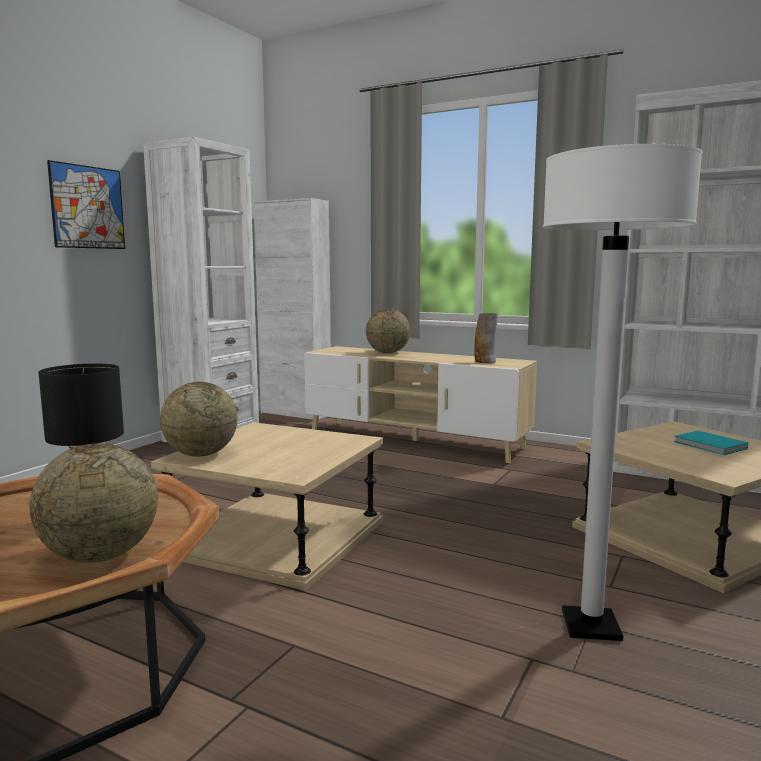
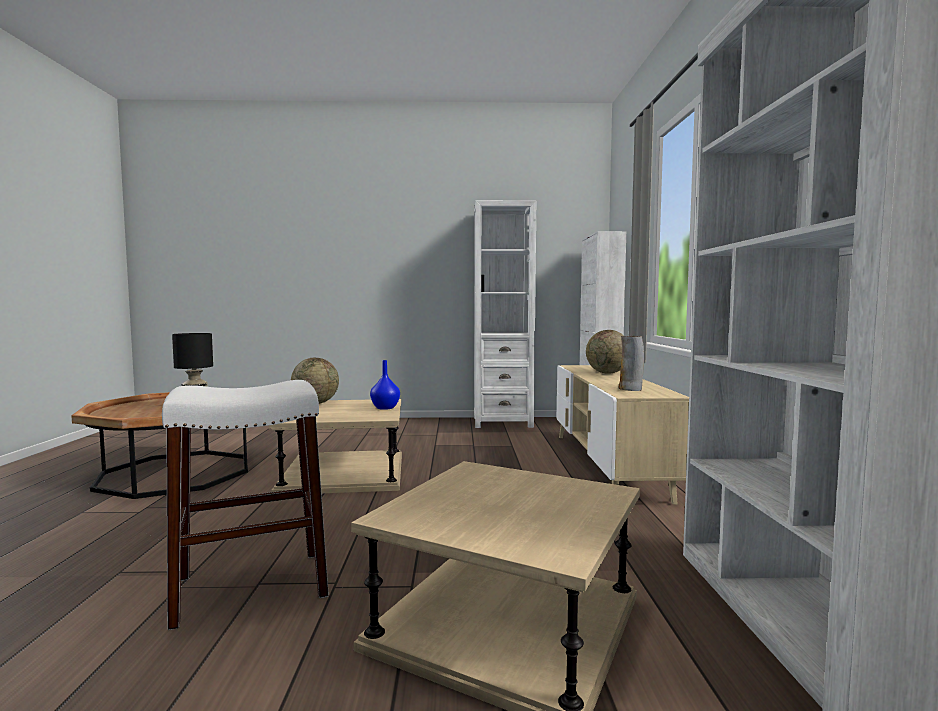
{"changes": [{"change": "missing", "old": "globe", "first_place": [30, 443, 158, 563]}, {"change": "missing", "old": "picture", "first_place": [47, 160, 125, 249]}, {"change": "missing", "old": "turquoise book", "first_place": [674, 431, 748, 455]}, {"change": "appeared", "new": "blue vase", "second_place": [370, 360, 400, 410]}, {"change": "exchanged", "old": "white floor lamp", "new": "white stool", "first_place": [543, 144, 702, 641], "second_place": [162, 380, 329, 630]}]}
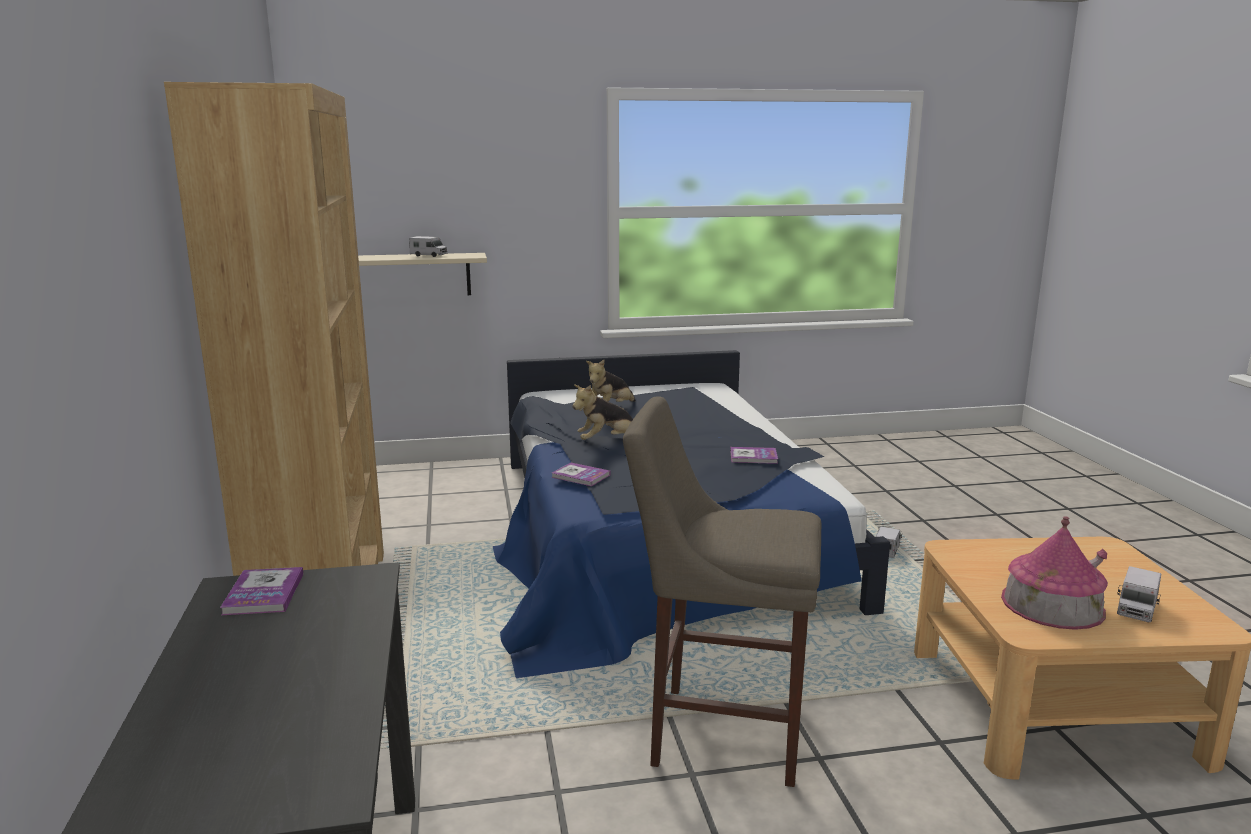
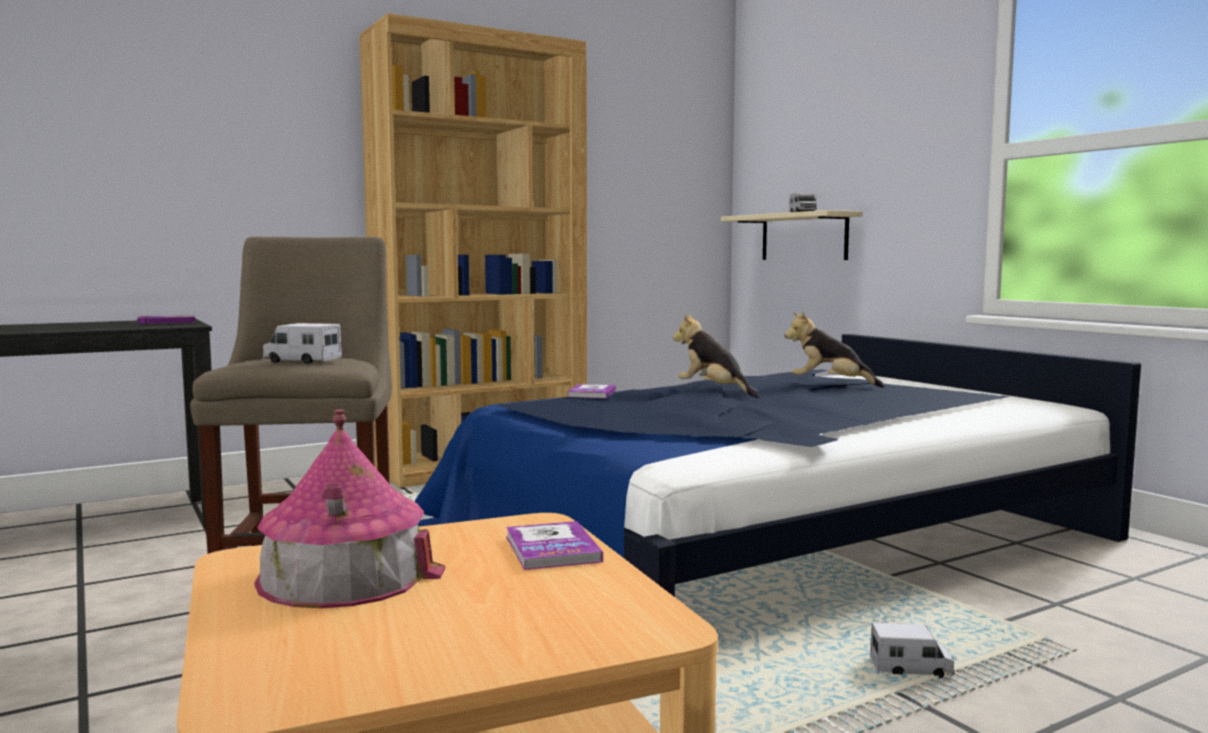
{"changes": [{"change": "relocated", "old": "book", "first_place": [730, 447, 778, 464], "second_place": [506, 521, 603, 570]}, {"change": "relocated", "old": "toy truck", "first_place": [1117, 566, 1161, 622], "second_place": [263, 323, 342, 364]}]}
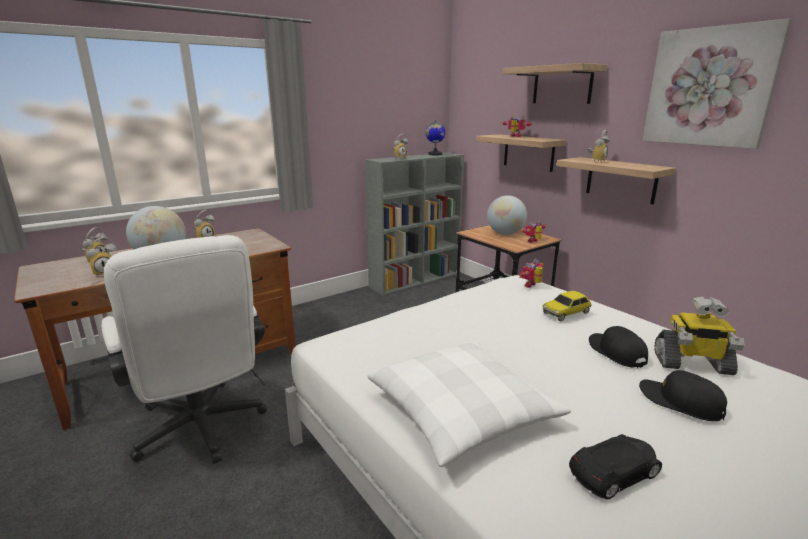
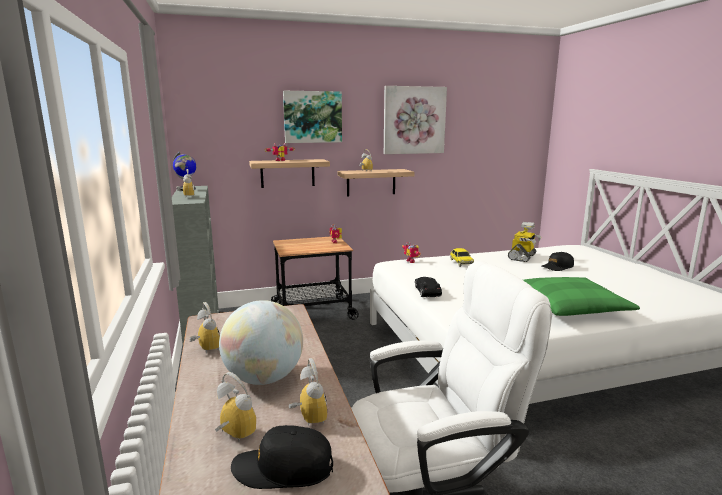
{"changes": [{"change": "missing", "old": "globe", "first_place": [487, 195, 527, 235]}, {"change": "relocated", "old": "black toy car", "first_place": [569, 434, 662, 499], "second_place": [415, 277, 442, 297]}, {"change": "relocated", "old": "black cap", "first_place": [589, 326, 648, 368], "second_place": [231, 425, 333, 489]}, {"change": "exchanged", "old": "shelf", "new": "picture", "first_place": [503, 63, 608, 104], "second_place": [283, 91, 342, 143]}, {"change": "colour", "old": "white pillow", "new": "green pillow", "first_place": [367, 342, 571, 467], "second_place": [523, 277, 640, 316]}]}
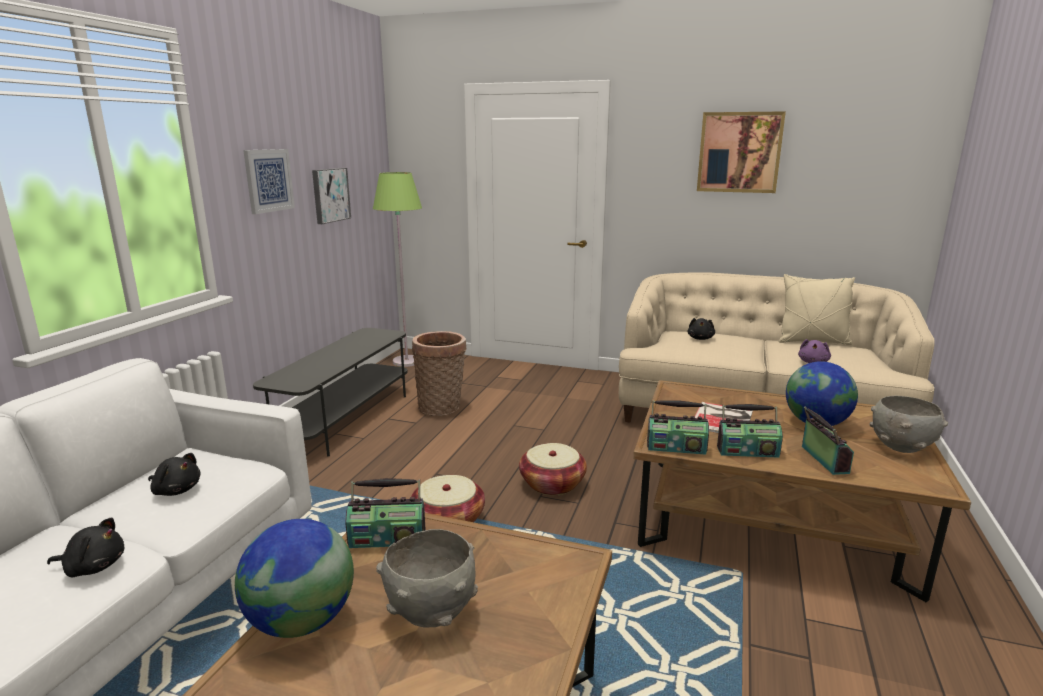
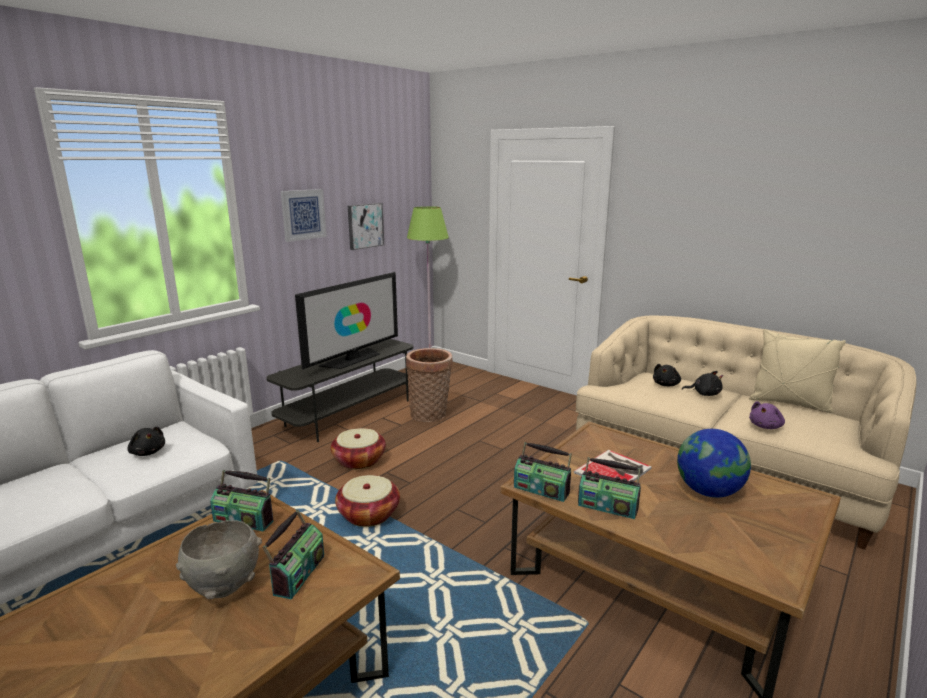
{"changes": [{"change": "missing", "old": "globe", "first_place": [235, 519, 354, 638]}, {"change": "missing", "old": "picture", "first_place": [697, 111, 786, 193]}, {"change": "missing", "old": "grey bowl", "first_place": [869, 396, 948, 453]}, {"change": "appeared", "new": "television", "second_place": [295, 272, 398, 369]}, {"change": "relocated", "old": "black plush toy", "first_place": [47, 517, 124, 578], "second_place": [682, 371, 723, 396]}, {"change": "relocated", "old": "basket", "first_place": [519, 443, 587, 495], "second_place": [331, 428, 386, 470]}, {"change": "relocated", "old": "radio", "first_place": [802, 406, 854, 475], "second_place": [262, 509, 324, 599]}]}
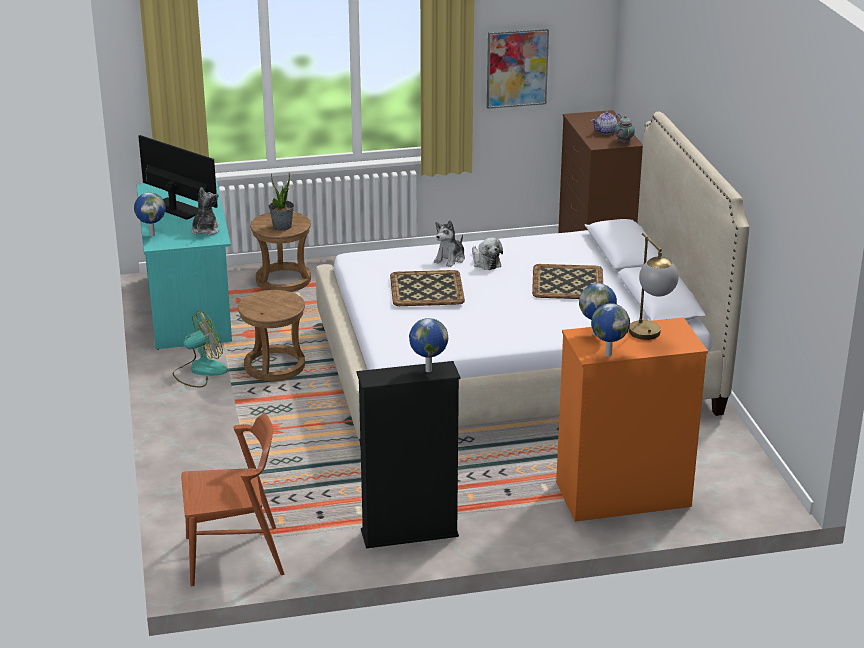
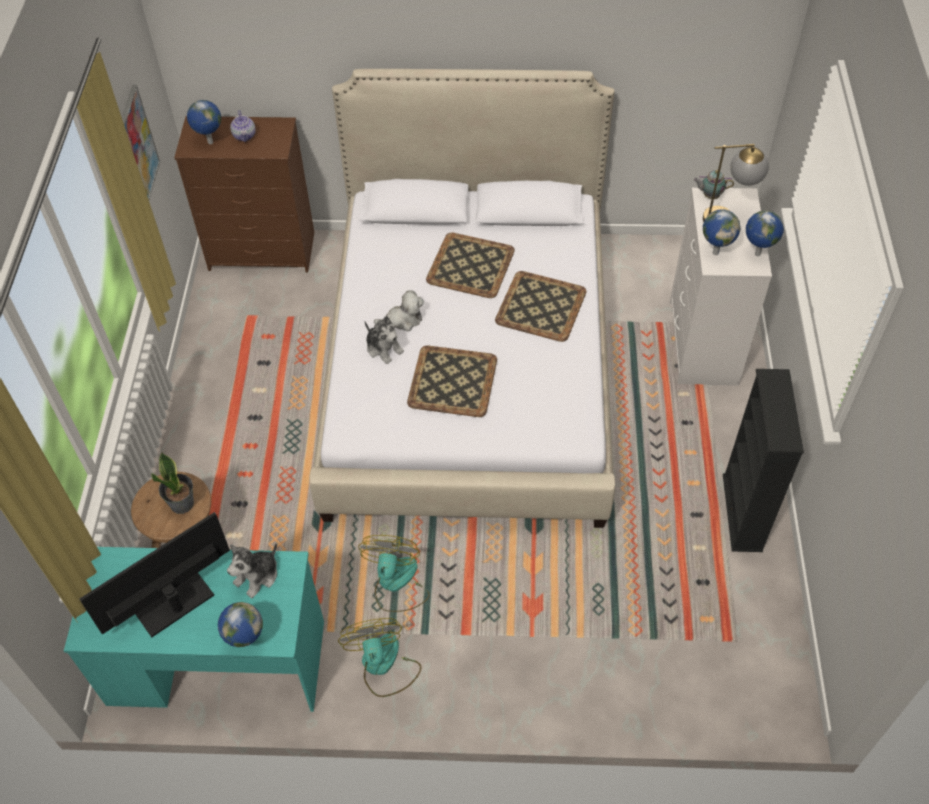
{"changes": [{"change": "missing", "old": "brown chair", "first_place": [181, 413, 284, 586]}, {"change": "appeared", "new": "tray", "second_place": [495, 271, 586, 342]}, {"change": "relocated", "old": "globe", "first_place": [409, 318, 448, 372], "second_place": [187, 100, 221, 144]}, {"change": "relocated", "old": "teapot", "first_place": [615, 116, 635, 143], "second_place": [693, 170, 734, 199]}, {"change": "exchanged", "old": "brown stool", "new": "fan", "first_place": [238, 290, 305, 381], "second_place": [358, 535, 430, 612]}, {"change": "colour", "old": "orange dresser", "new": "white dresser", "first_place": [556, 317, 708, 522], "second_place": [670, 188, 772, 386]}, {"change": "spun", "old": "plush toy", "first_place": [191, 187, 220, 235], "second_place": [227, 543, 277, 598], "degrees": -75}]}
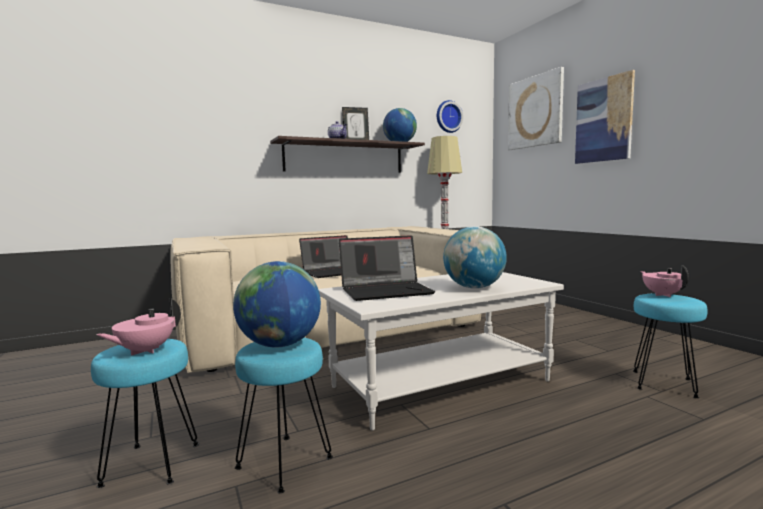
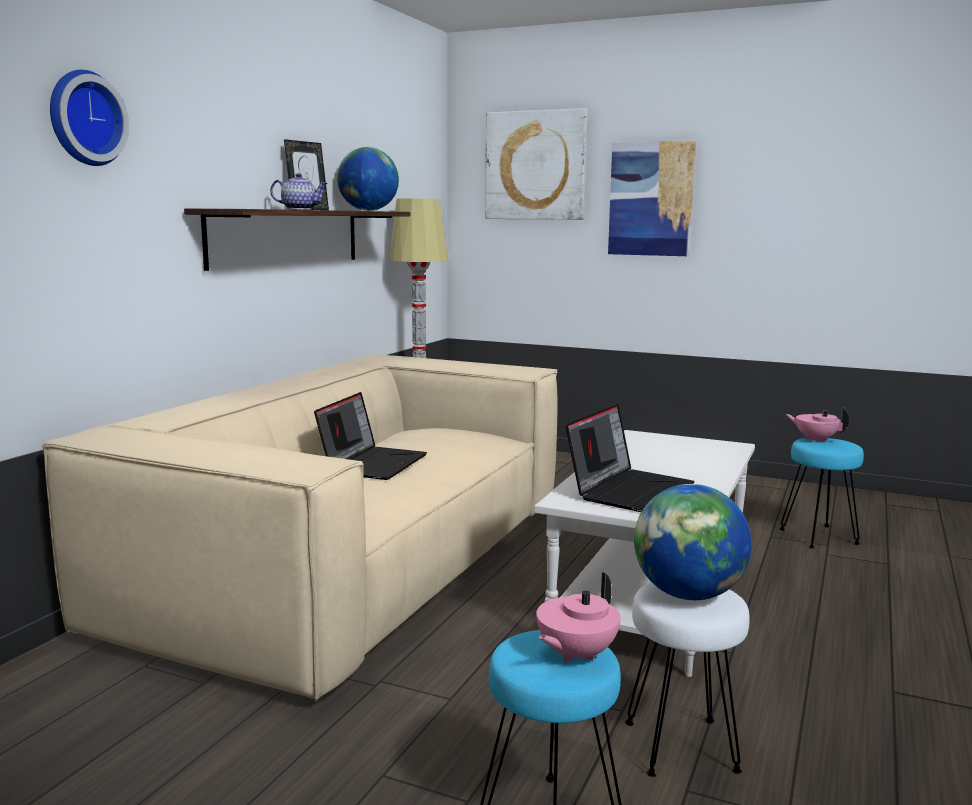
{"changes": [{"change": "missing", "old": "globe", "first_place": [443, 226, 507, 289]}, {"change": "relocated", "old": "wall clock", "first_place": [437, 100, 463, 133], "second_place": [50, 70, 129, 166]}, {"change": "colour", "old": "turquoise stool", "new": "white stool", "first_place": [235, 338, 333, 493], "second_place": [625, 582, 750, 777]}, {"change": "spun", "old": "pink teapot", "first_place": [96, 298, 181, 356], "second_place": [536, 572, 621, 663], "degrees": 45}]}
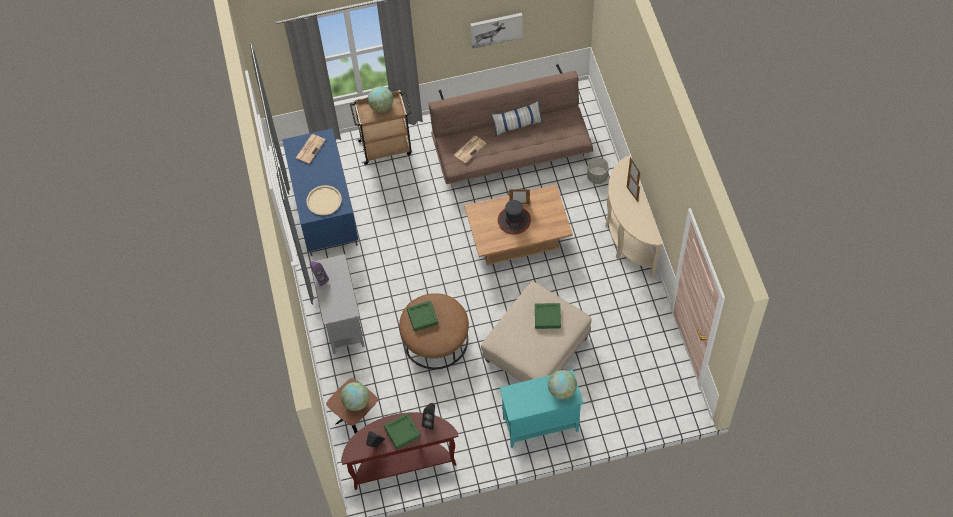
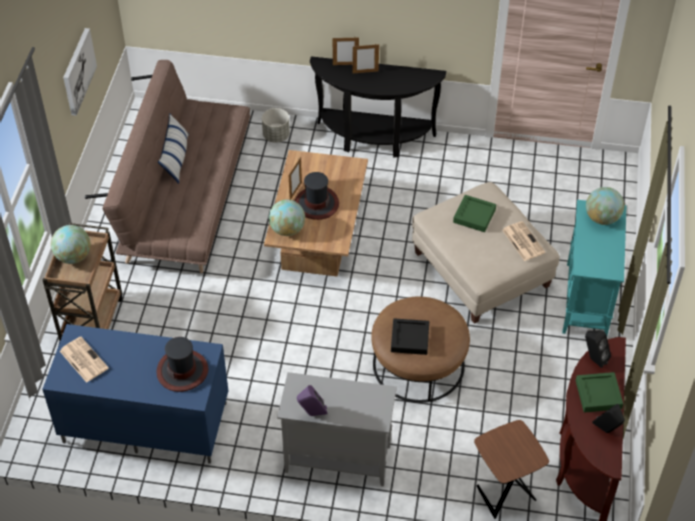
{"changes": [{"change": "relocated", "old": "globe", "first_place": [341, 382, 369, 411], "second_place": [269, 200, 305, 236]}, {"change": "relocated", "old": "newspaper", "first_place": [454, 136, 486, 163], "second_place": [502, 221, 545, 261]}, {"change": "exchanged", "old": "beige tray", "new": "hat", "first_place": [306, 185, 342, 215], "second_place": [156, 337, 208, 392]}, {"change": "colour", "old": "green tray", "new": "black tray", "first_place": [407, 301, 438, 331], "second_place": [391, 318, 429, 355]}, {"change": "colour", "old": "beige console table", "new": "black console table", "first_place": [605, 156, 663, 276], "second_place": [310, 56, 446, 157]}]}
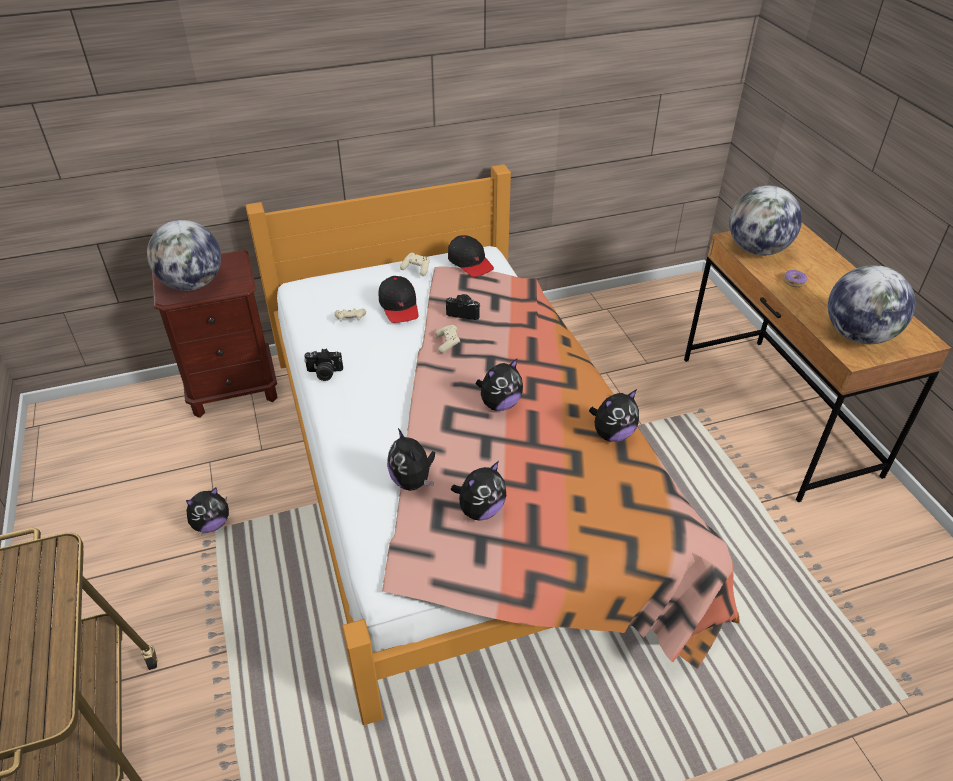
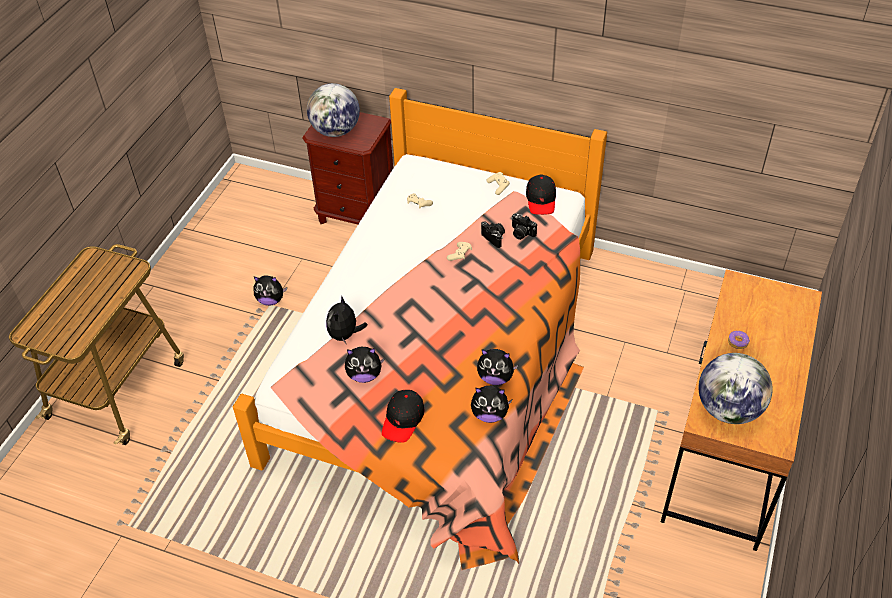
{"changes": [{"change": "missing", "old": "globe", "first_place": [729, 185, 802, 256]}, {"change": "relocated", "old": "photo camera", "first_place": [304, 349, 343, 381], "second_place": [511, 213, 537, 240]}, {"change": "relocated", "old": "black cap", "first_place": [379, 276, 418, 323], "second_place": [382, 390, 425, 443]}, {"change": "relocated", "old": "plush toy", "first_place": [476, 359, 523, 411], "second_place": [471, 386, 512, 423]}]}
